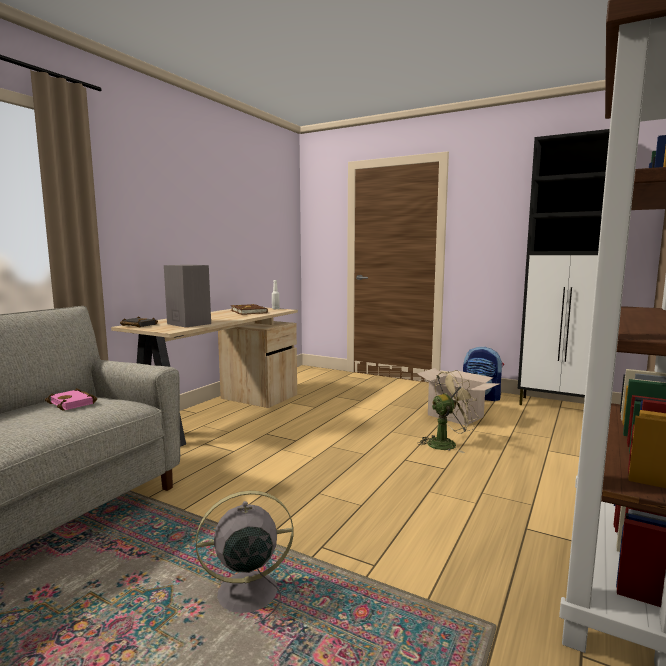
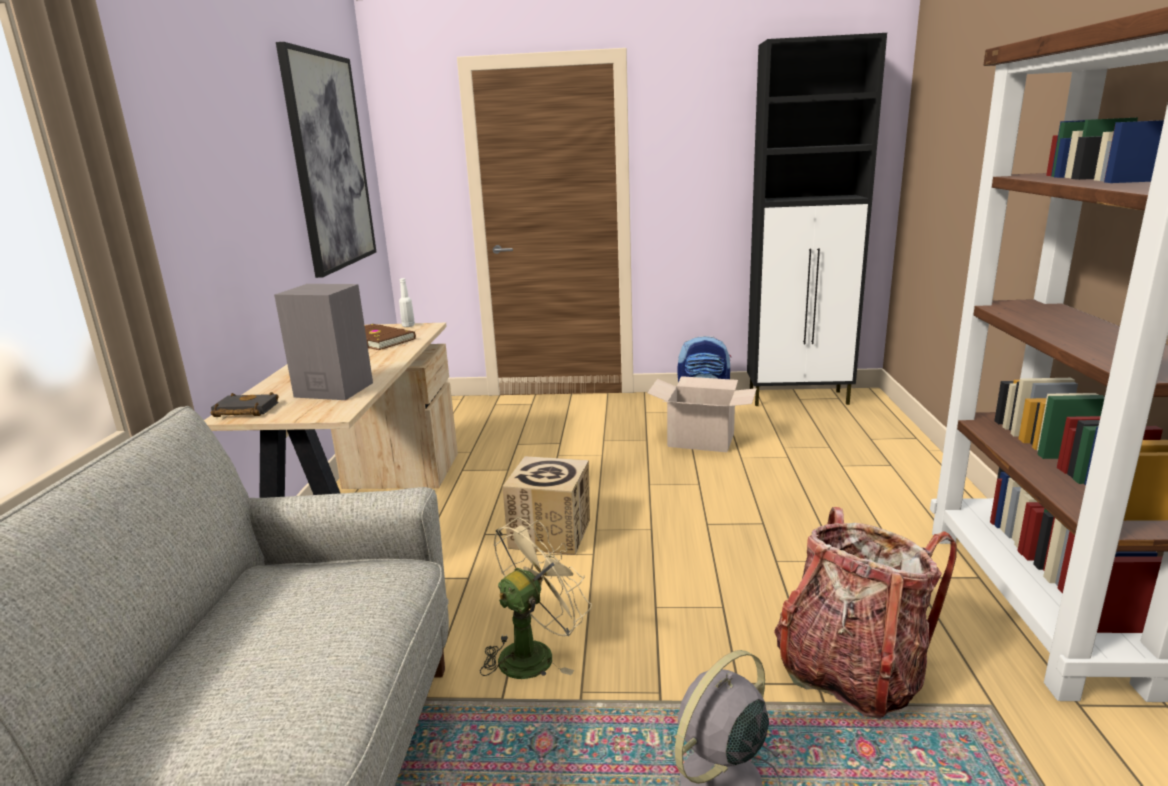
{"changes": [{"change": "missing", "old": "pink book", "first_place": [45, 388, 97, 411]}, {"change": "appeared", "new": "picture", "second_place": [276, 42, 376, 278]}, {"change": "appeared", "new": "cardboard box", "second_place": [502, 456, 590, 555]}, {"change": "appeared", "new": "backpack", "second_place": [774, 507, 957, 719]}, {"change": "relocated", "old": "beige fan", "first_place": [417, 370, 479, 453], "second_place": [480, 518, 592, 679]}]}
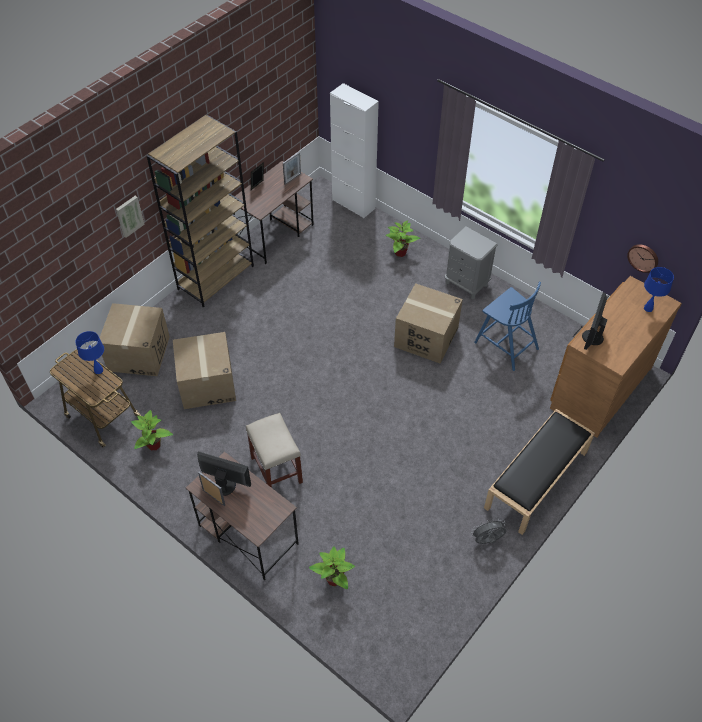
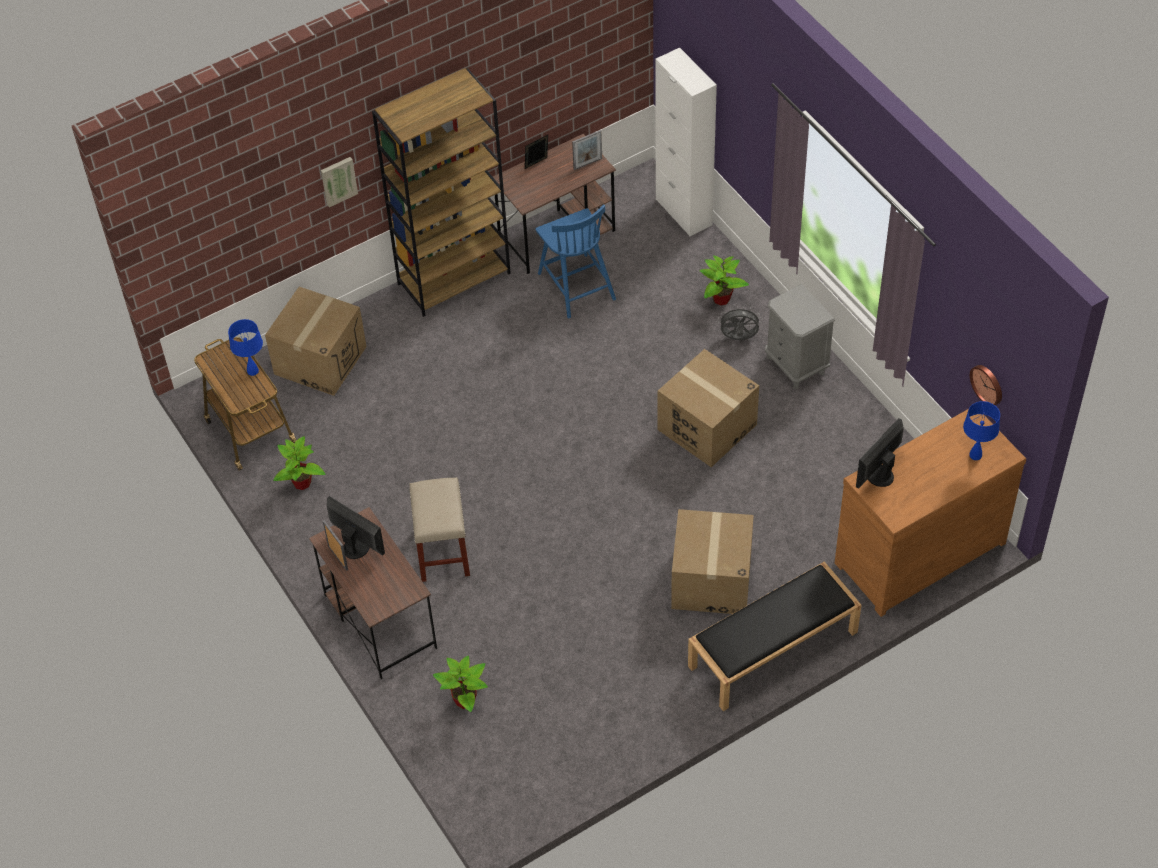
{"changes": [{"change": "relocated", "old": "cardboard box", "first_place": [173, 332, 236, 409], "second_place": [671, 509, 754, 614]}, {"change": "relocated", "old": "grey fan", "first_place": [470, 518, 506, 544], "second_place": [718, 307, 762, 340]}, {"change": "relocated", "old": "blue chair", "first_place": [474, 282, 541, 371], "second_place": [536, 204, 616, 318]}]}
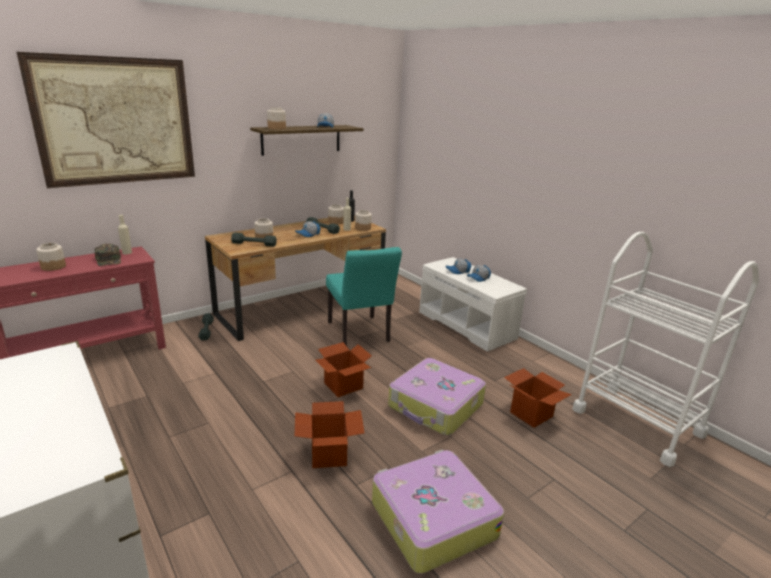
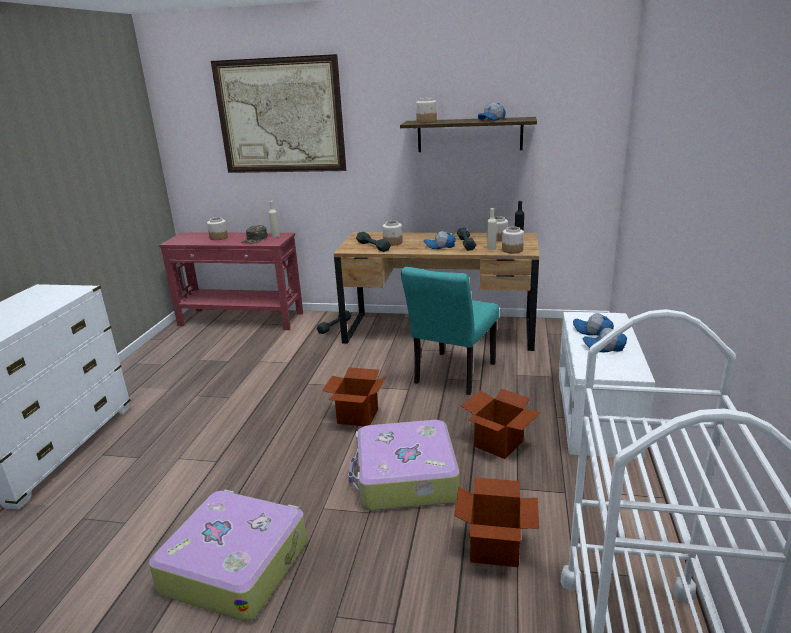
{"changes": [{"change": "relocated", "old": "cardboard box", "first_place": [295, 401, 365, 468], "second_place": [461, 389, 540, 459]}]}
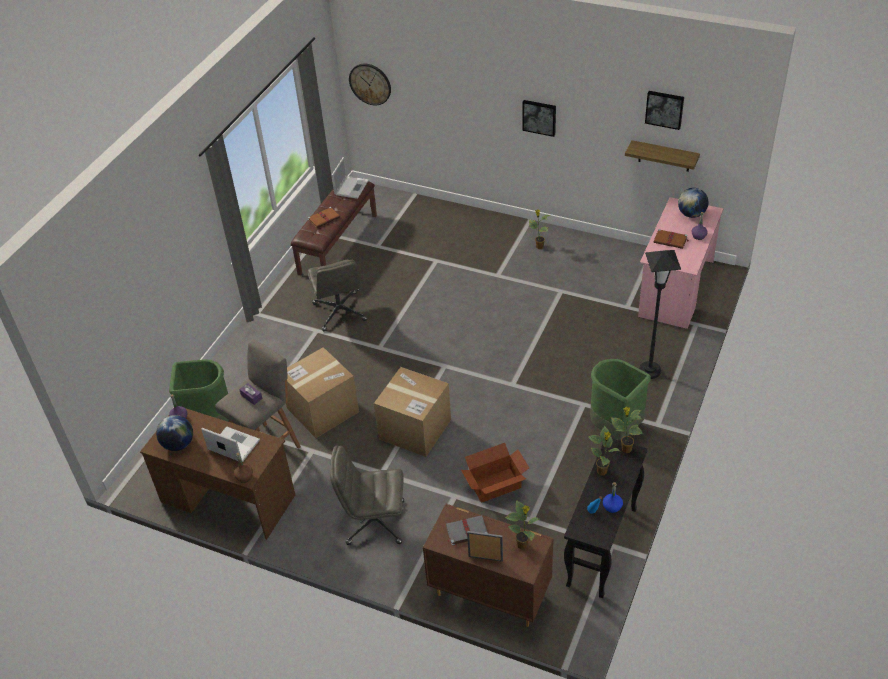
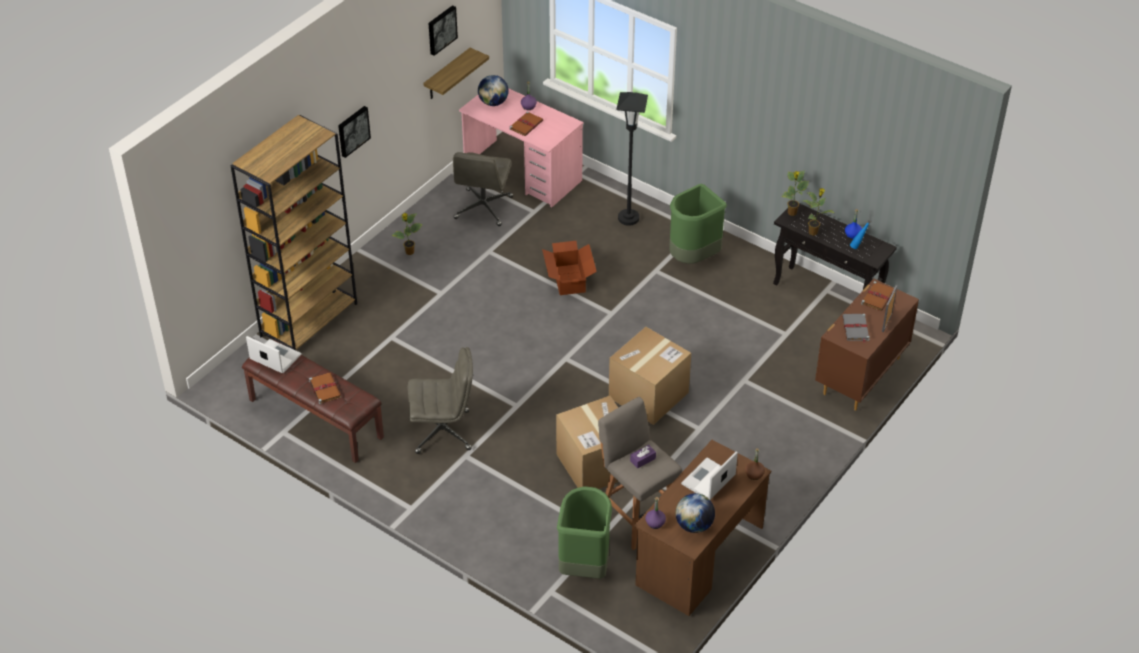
{"changes": [{"change": "missing", "old": "wall clock", "first_place": [349, 64, 391, 106]}, {"change": "appeared", "new": "brown bookcase", "second_place": [231, 115, 357, 350]}, {"change": "relocated", "old": "grey office chair", "first_place": [330, 445, 404, 545], "second_place": [453, 152, 513, 226]}, {"change": "relocated", "old": "cardboard box", "first_place": [461, 443, 529, 503], "second_place": [542, 241, 597, 295]}, {"change": "exchanged", "old": "potted plant", "new": "brown book", "first_place": [505, 500, 540, 549], "second_place": [861, 281, 894, 311]}]}
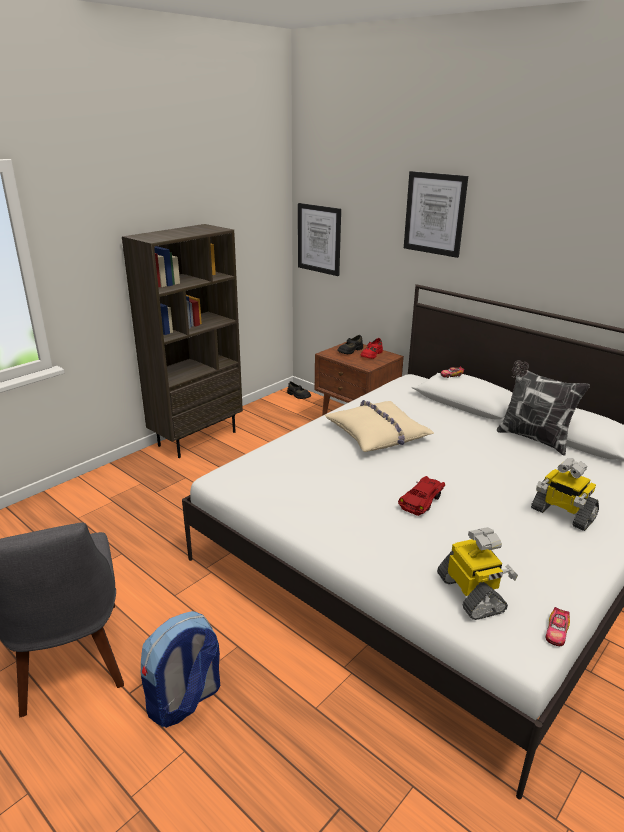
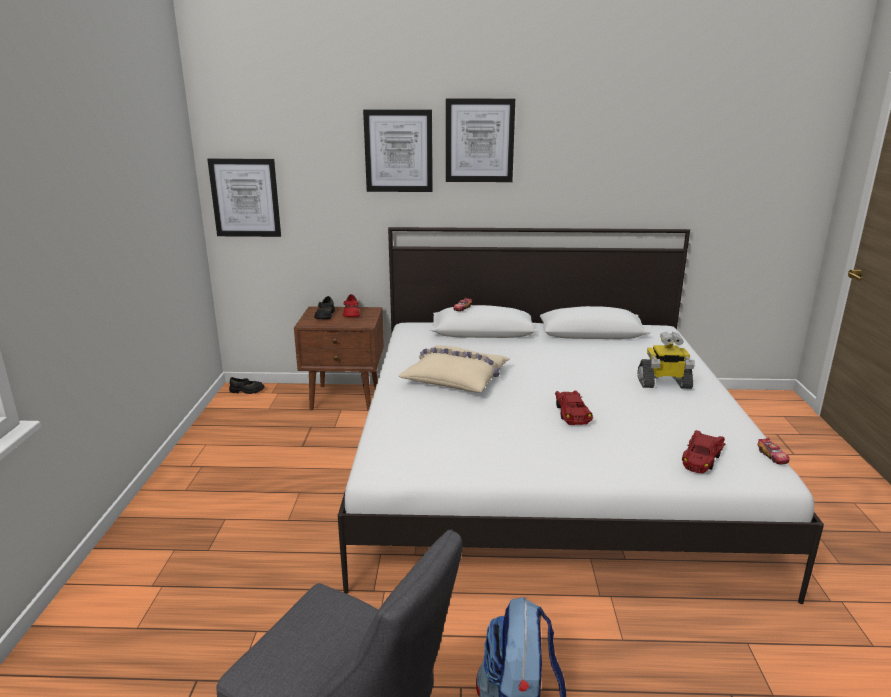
{"changes": [{"change": "missing", "old": "brown bookcase", "first_place": [122, 224, 243, 458]}, {"change": "missing", "old": "pillow", "first_place": [497, 360, 590, 456]}, {"change": "appeared", "new": "picture", "second_place": [446, 98, 515, 182]}, {"change": "exchanged", "old": "toy robot", "new": "red toy car", "first_place": [437, 527, 518, 620], "second_place": [682, 430, 725, 473]}]}
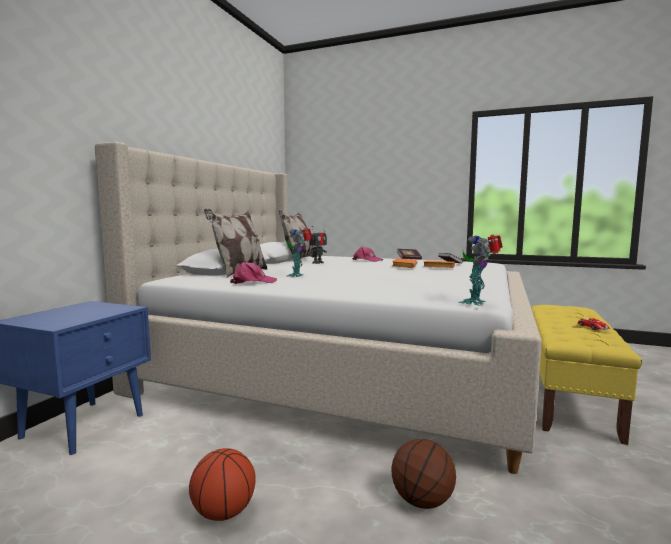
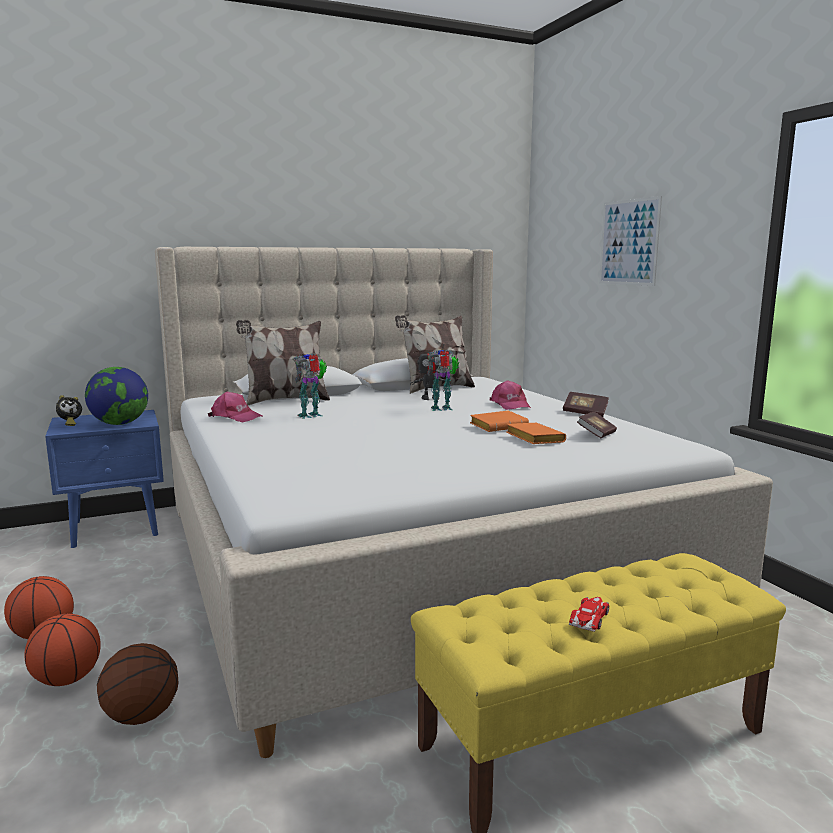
{"changes": [{"change": "appeared", "new": "basketball", "second_place": [24, 614, 101, 686]}, {"change": "appeared", "new": "alarm clock", "second_place": [56, 395, 82, 426]}, {"change": "appeared", "new": "globe", "second_place": [85, 367, 148, 425]}, {"change": "appeared", "new": "picture", "second_place": [599, 196, 662, 286]}, {"change": "relocated", "old": "toy robot", "first_place": [459, 235, 503, 306], "second_place": [427, 350, 459, 411]}]}
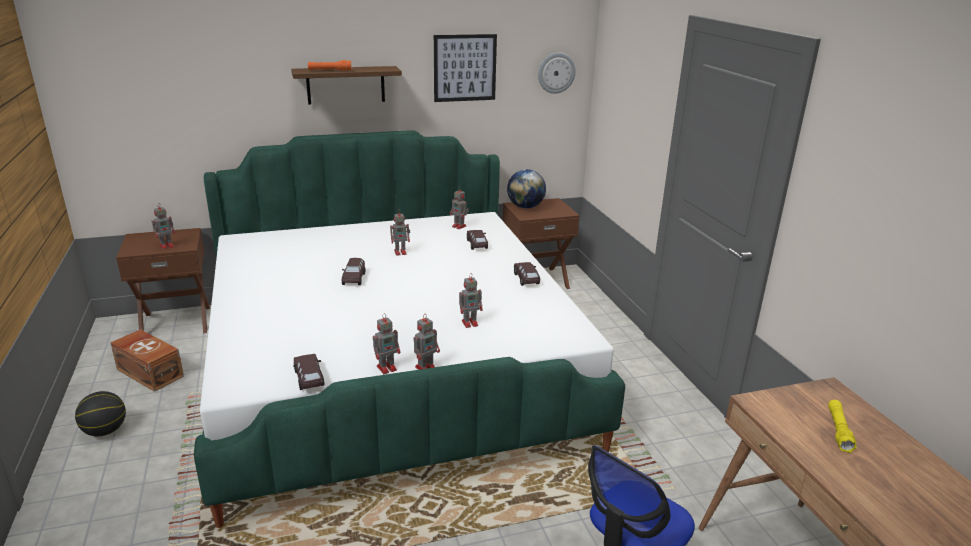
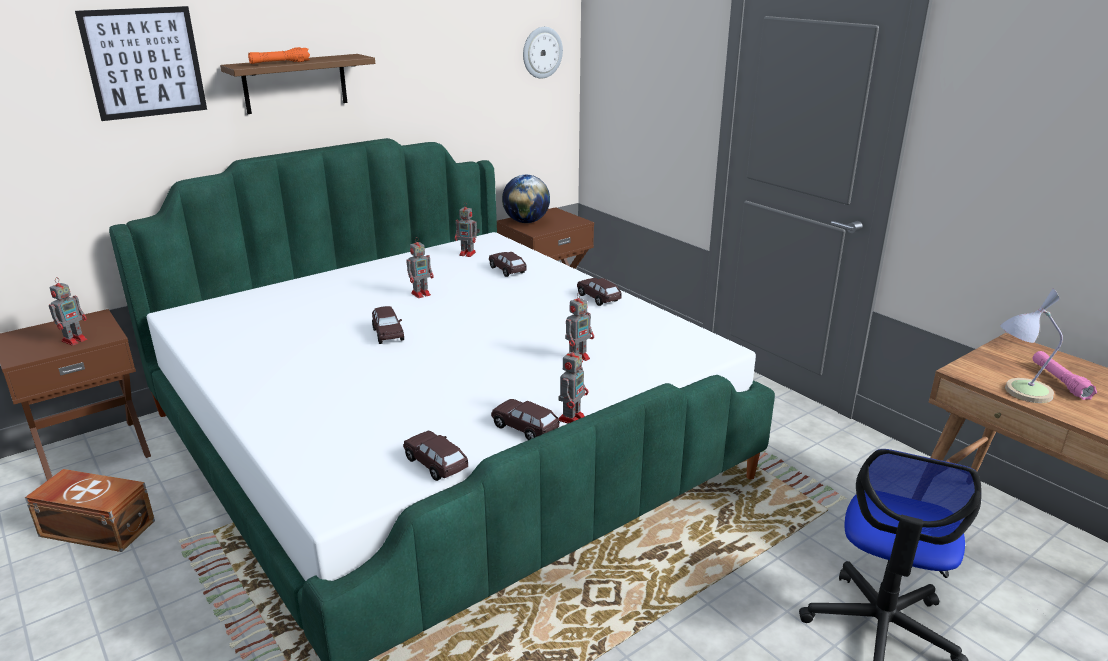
{"changes": [{"change": "missing", "old": "basketball", "first_place": [75, 391, 126, 436]}, {"change": "appeared", "new": "table lamp", "second_place": [1000, 289, 1063, 403]}, {"change": "relocated", "old": "picture", "first_place": [434, 34, 497, 102], "second_place": [75, 6, 207, 121]}, {"change": "exchanged", "old": "toy robot", "new": "brown toy car", "first_place": [373, 313, 400, 374], "second_place": [491, 399, 560, 440]}, {"change": "colour", "old": "yellow flashlight", "new": "pink flashlight", "first_place": [828, 400, 856, 453], "second_place": [1032, 351, 1097, 400]}]}
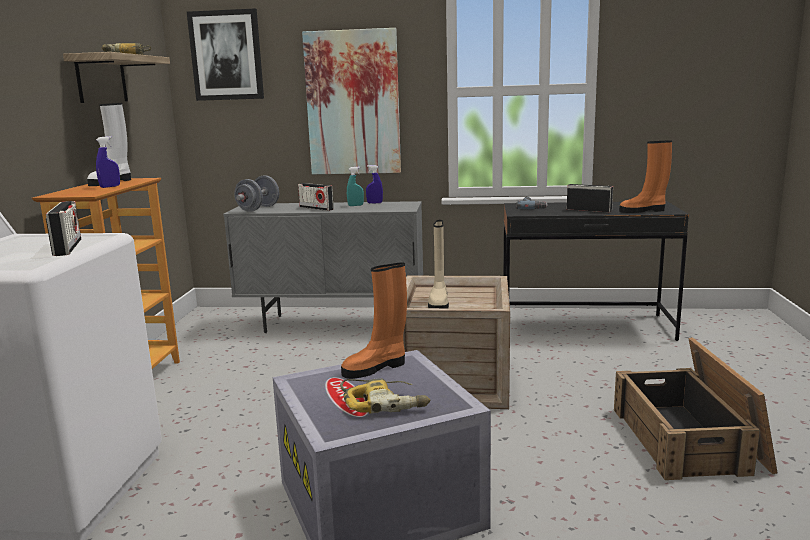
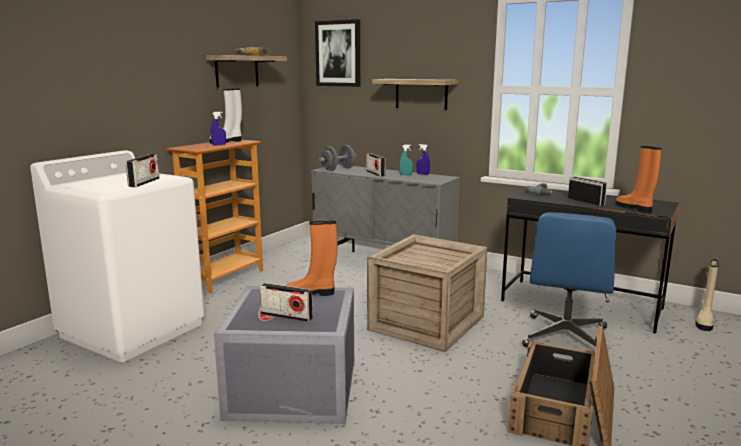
{"changes": [{"change": "appeared", "new": "blue office chair", "second_place": [522, 212, 616, 347]}, {"change": "relocated", "old": "beige boot", "first_place": [428, 220, 449, 308], "second_place": [695, 259, 719, 331]}, {"change": "exchanged", "old": "picture", "new": "shelf", "first_place": [302, 28, 401, 174], "second_place": [372, 79, 458, 110]}, {"change": "exchanged", "old": "power drill", "new": "radio", "first_place": [340, 378, 430, 414], "second_place": [260, 283, 313, 322]}, {"change": "spun", "old": "orange boot", "first_place": [619, 140, 672, 213], "second_place": [615, 146, 662, 213], "degrees": 45}]}
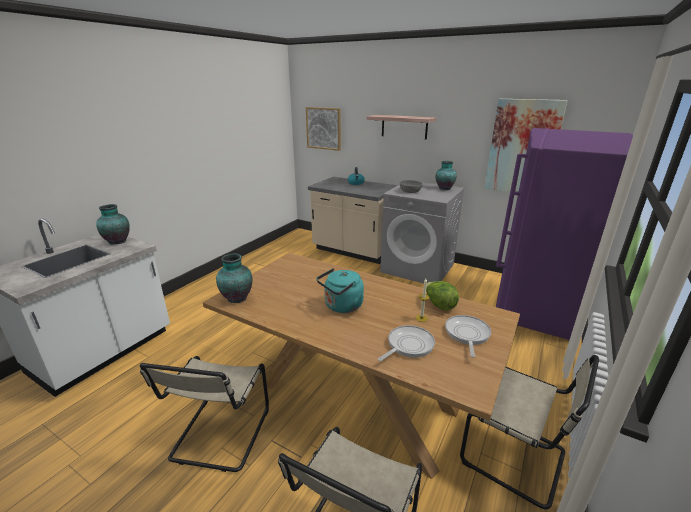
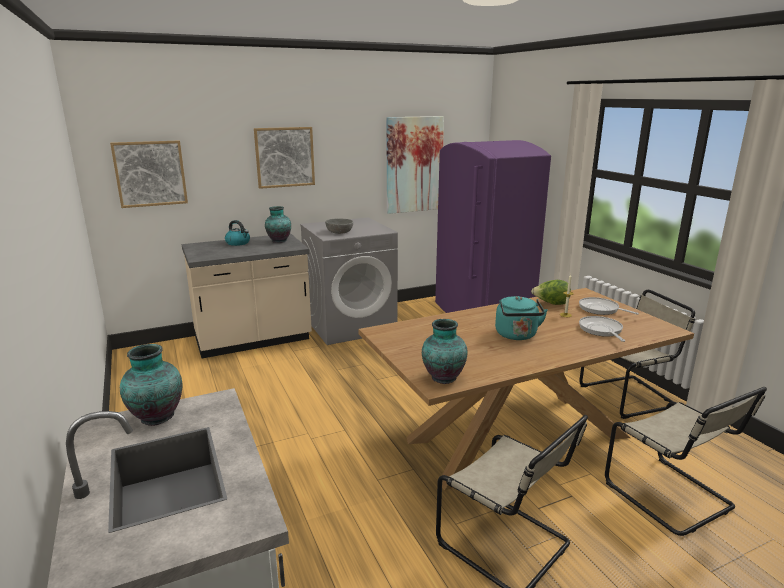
{"changes": [{"change": "relocated", "old": "vase", "first_place": [436, 161, 457, 190], "second_place": [265, 206, 291, 243]}, {"change": "exchanged", "old": "shelf", "new": "picture", "first_place": [366, 115, 436, 140], "second_place": [254, 127, 315, 189]}]}
